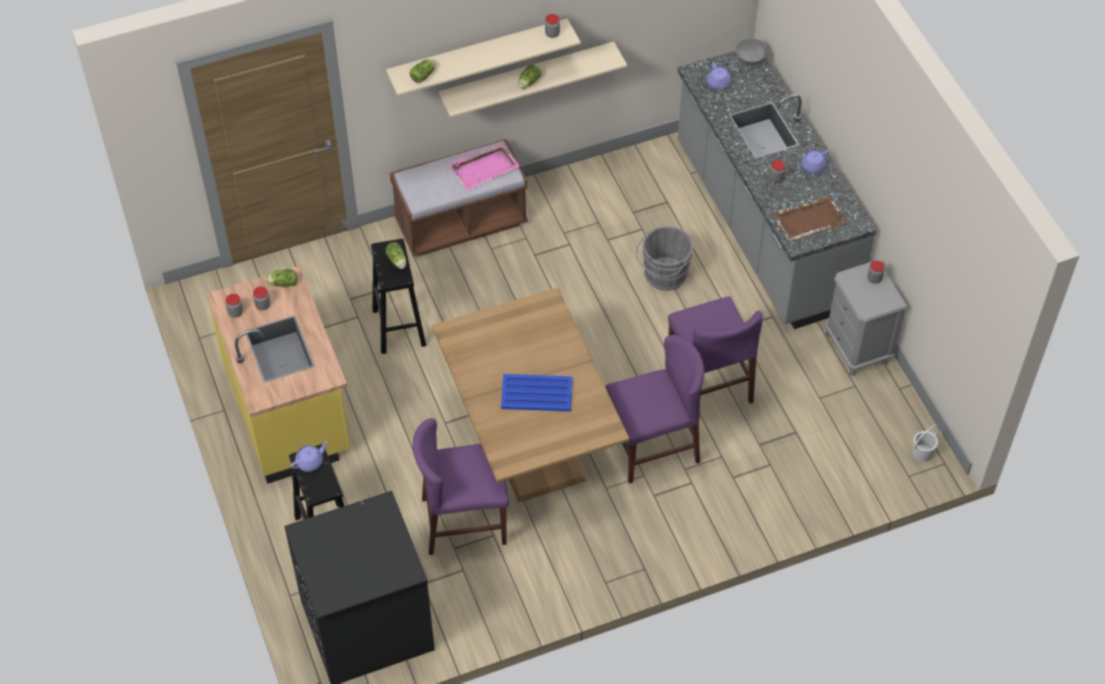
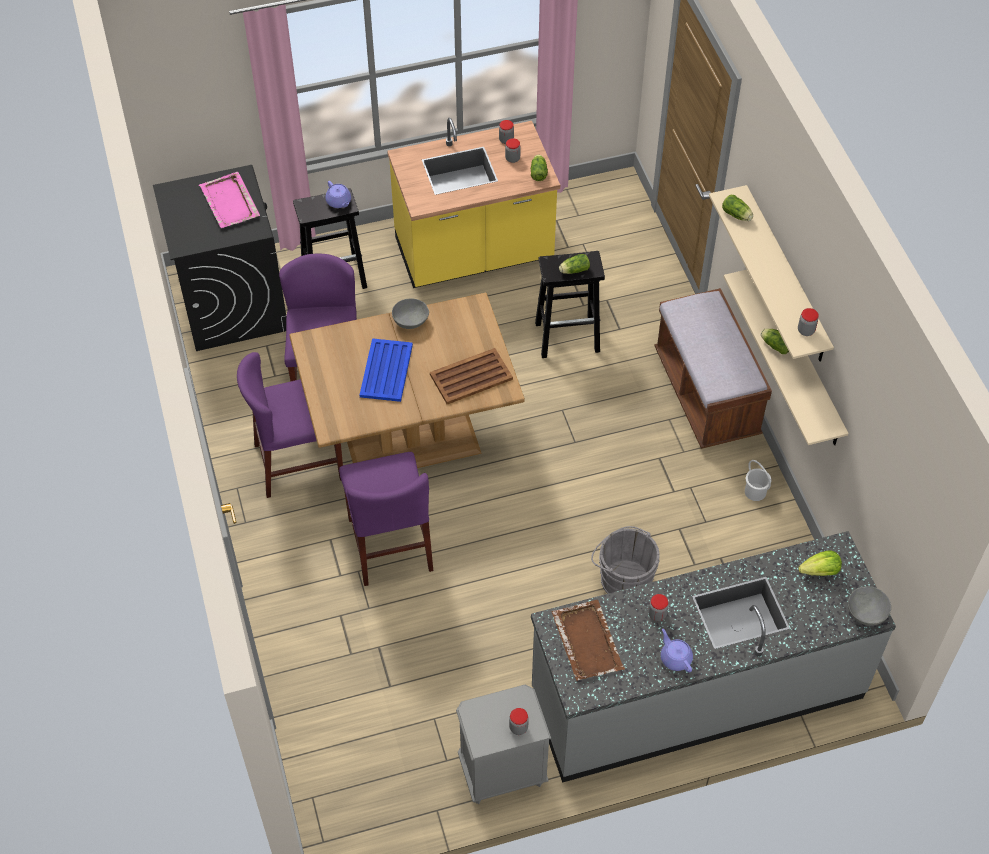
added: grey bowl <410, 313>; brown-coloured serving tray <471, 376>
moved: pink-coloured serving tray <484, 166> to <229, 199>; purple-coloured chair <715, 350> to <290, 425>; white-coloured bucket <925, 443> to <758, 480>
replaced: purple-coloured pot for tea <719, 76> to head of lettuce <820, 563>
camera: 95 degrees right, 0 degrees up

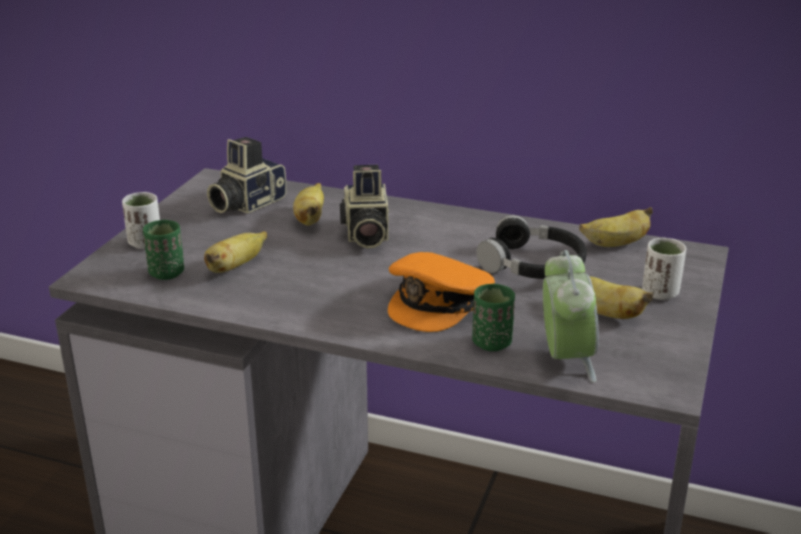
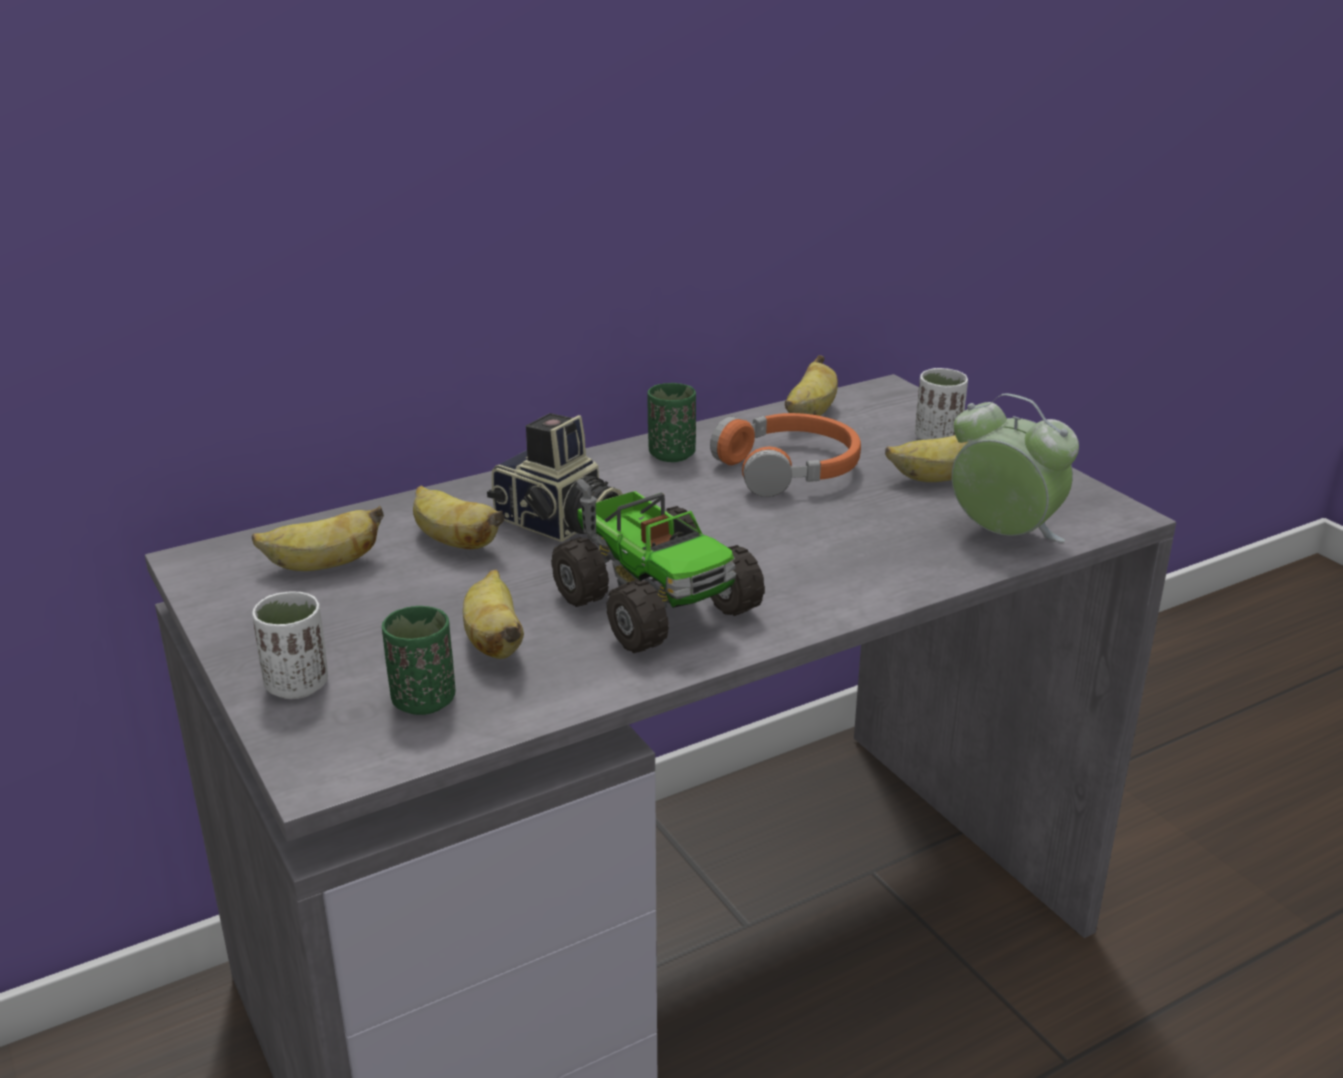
removed: orange-coloured baseball cap <441, 292>
added: toy lorry <658, 566>
moved: green-coloured drinking cup <493, 317> to <672, 422>
replaced: photo camera <246, 175> to banana <318, 538>
recoloured: black headphones <531, 247> to orange-coloured headphones <785, 455>
camera: 50 degrees left, 0 degrees up

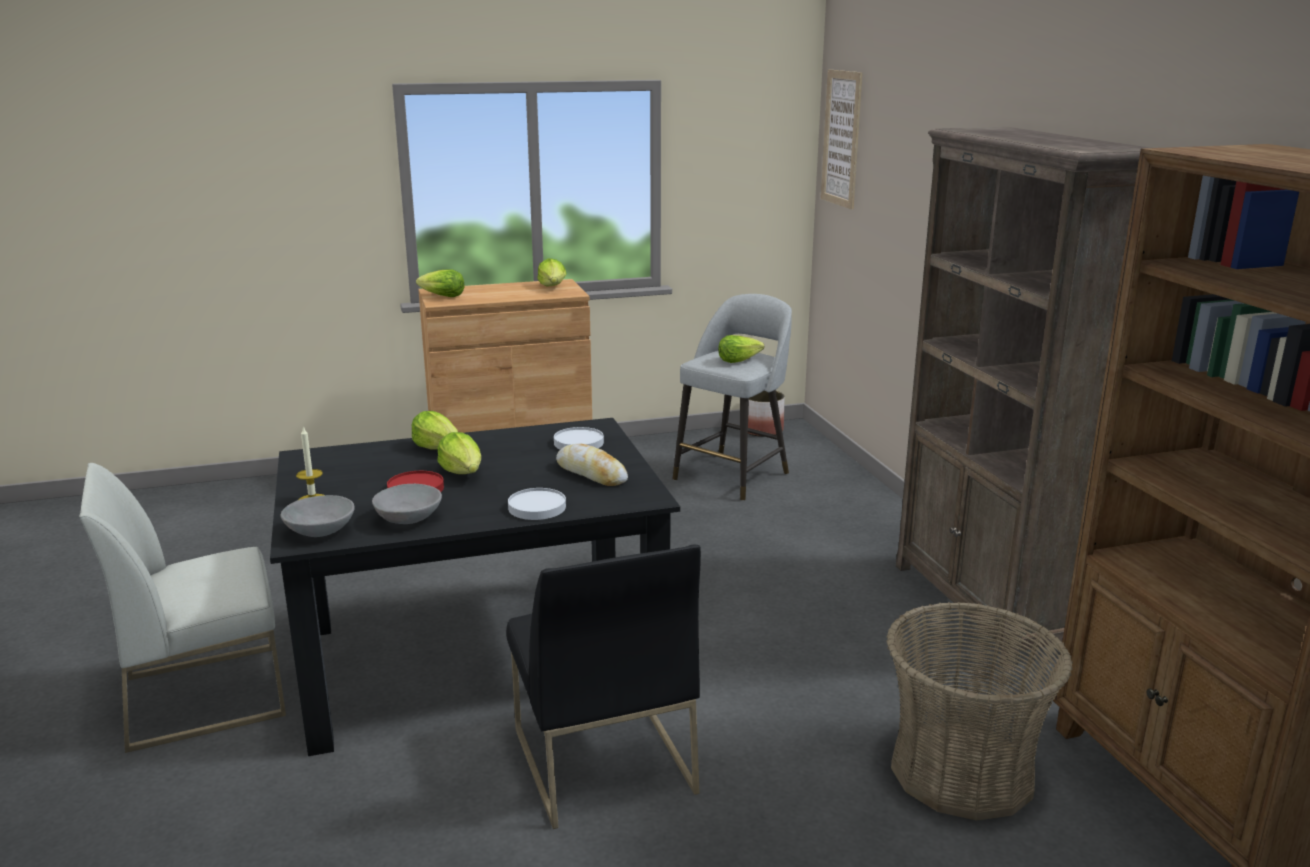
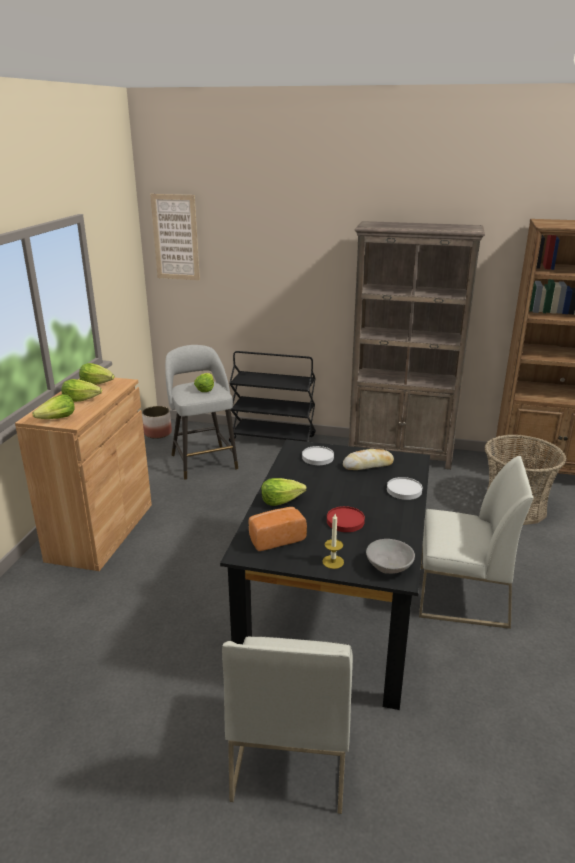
removed: grey bowl <407, 504>
added: black wheeled cart <272, 396>; baked bread <277, 529>
moved: head of lettuce <459, 453> to <82, 390>
recoloured: black chair <603, 687> to white-coloured chair <476, 542>
camera: 60 degrees left, 5 degrees up

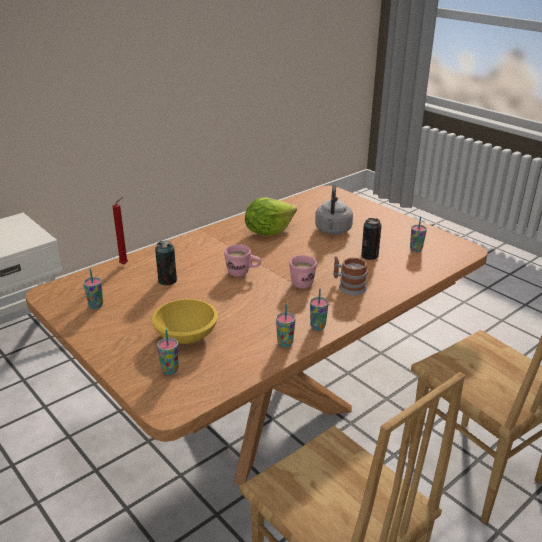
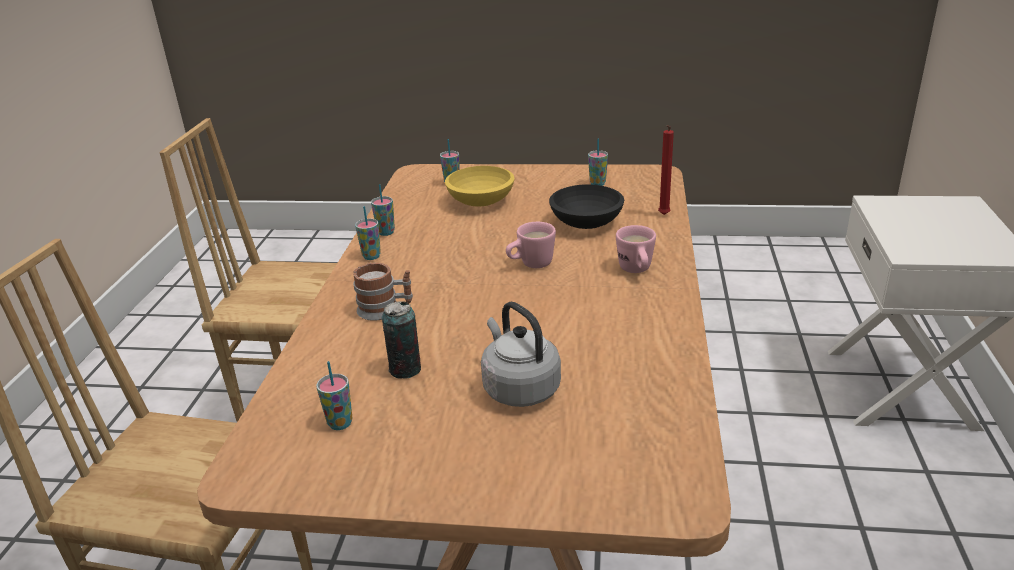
removed: head of lettuce <271, 216>
moved: pink-coloured mug <303, 272> to <636, 249>
replaced: sealed can <166, 262> to black bowl <586, 206>
camera: 140 degrees right, 0 degrees up

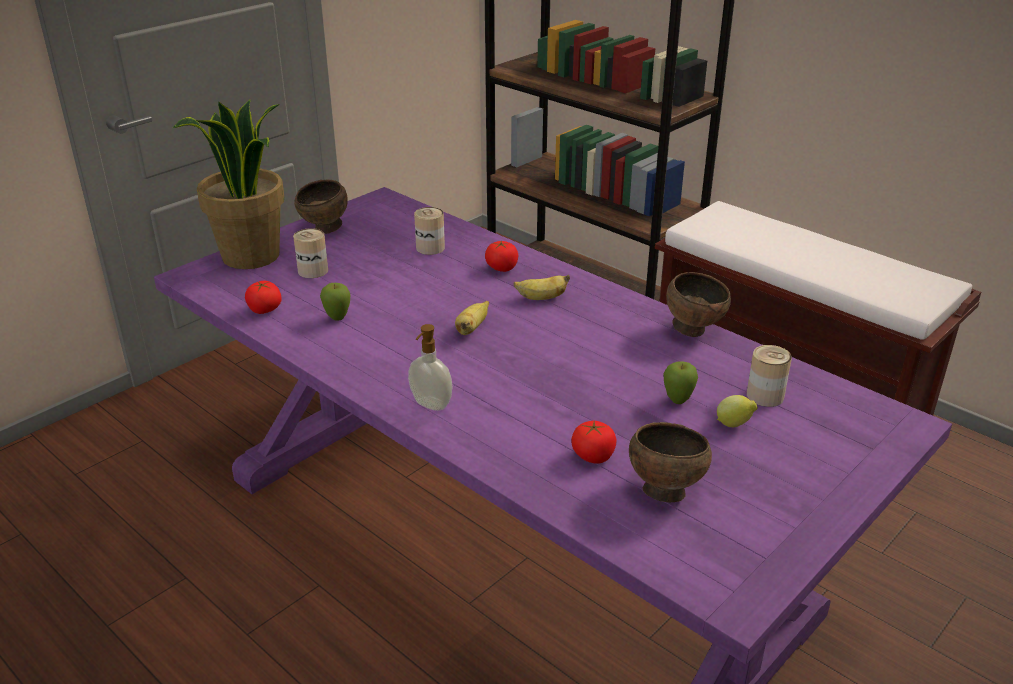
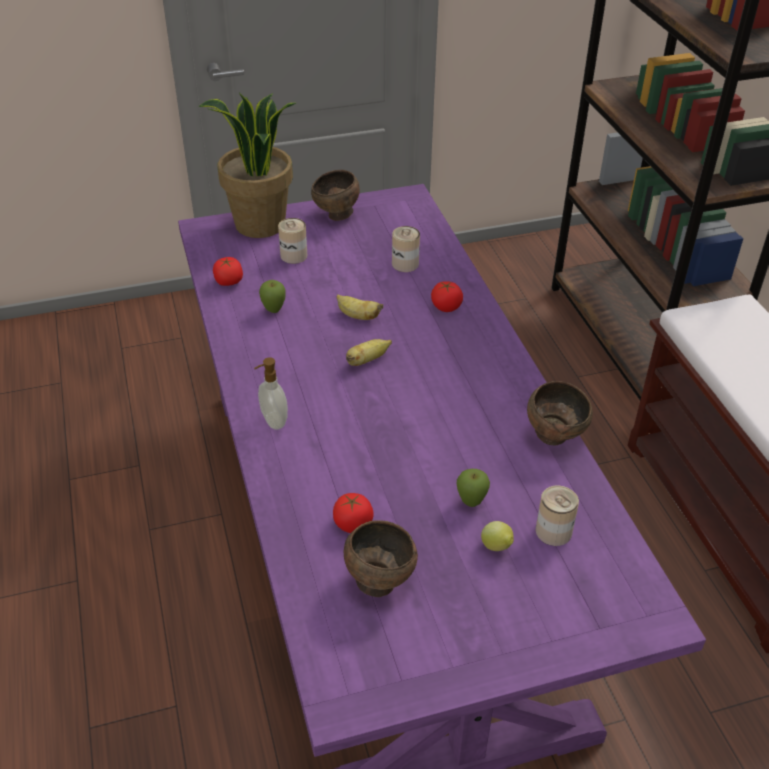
moved: banana <542, 287> to <360, 307>
camera: 30 degrees right, 10 degrees up

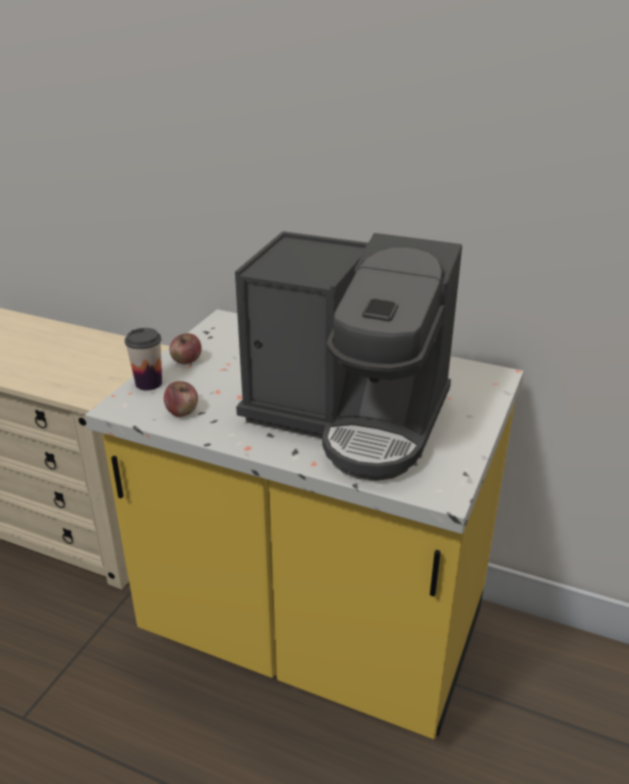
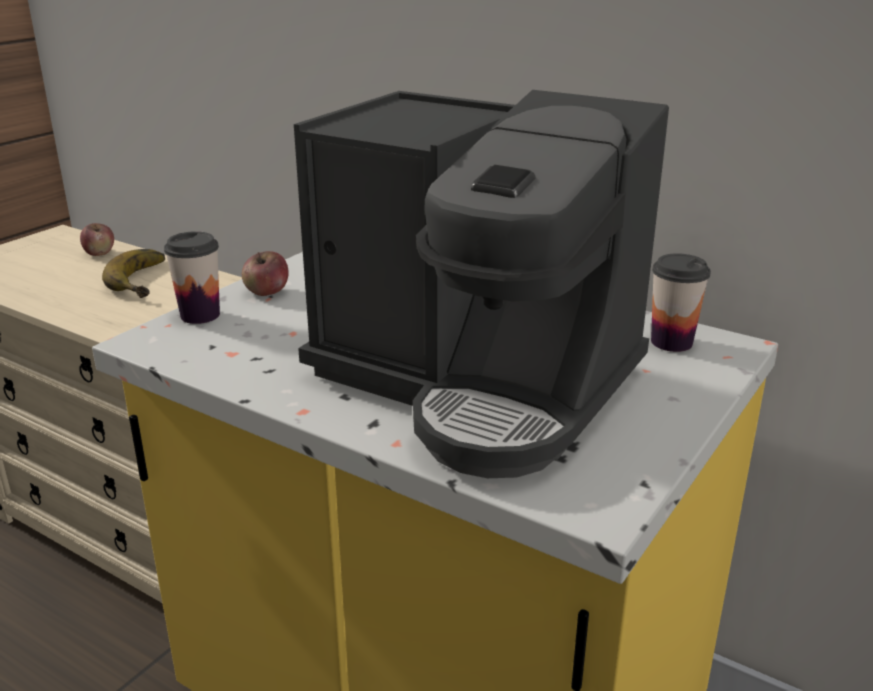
added: banana <133, 273>; drinking cup <681, 302>
moved: apple <181, 399> to <97, 239>
camera: 10 degrees right, 5 degrees down

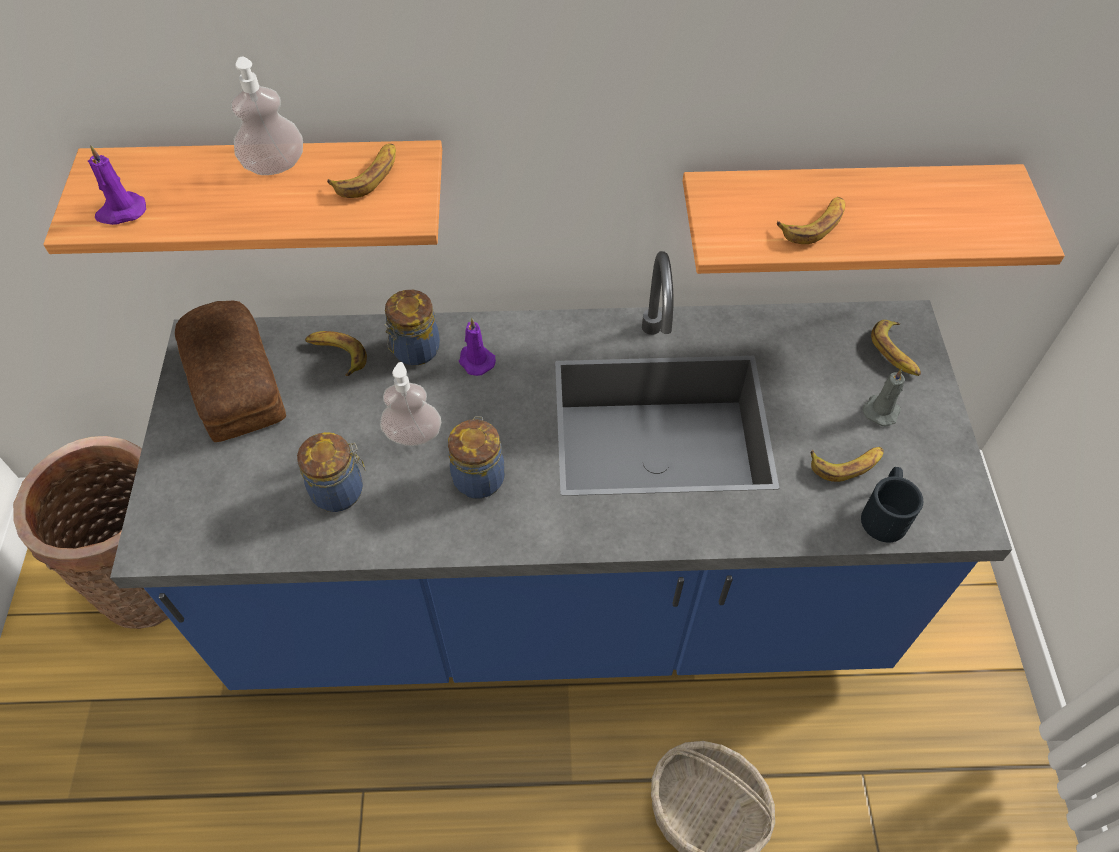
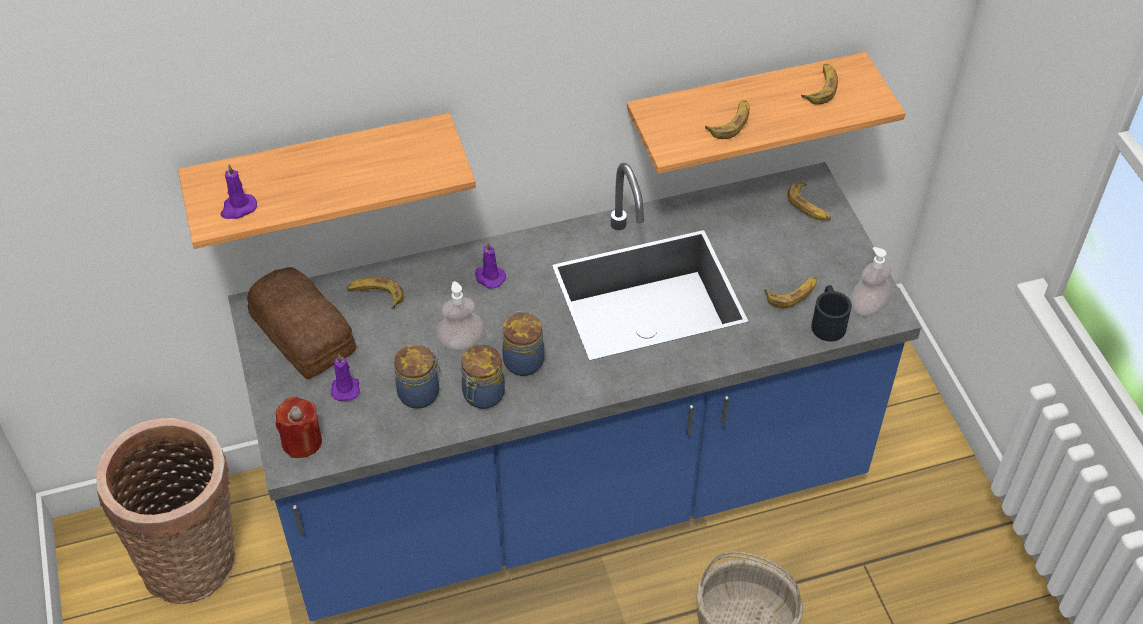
removed: grey wax candle <883, 397>
added: red-coloured wax candle <298, 427>; purple-coloured wax candle <345, 377>
moved: preserve jar <412, 327> to <483, 377>; banana <361, 171> to <819, 84>; liquid soap bottle <267, 115> to <870, 281>
camera: 15 degrees left, 5 degrees down

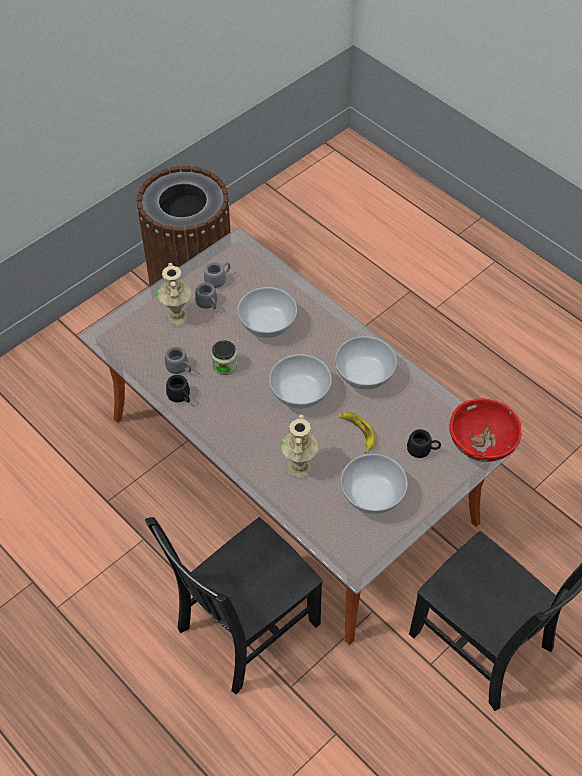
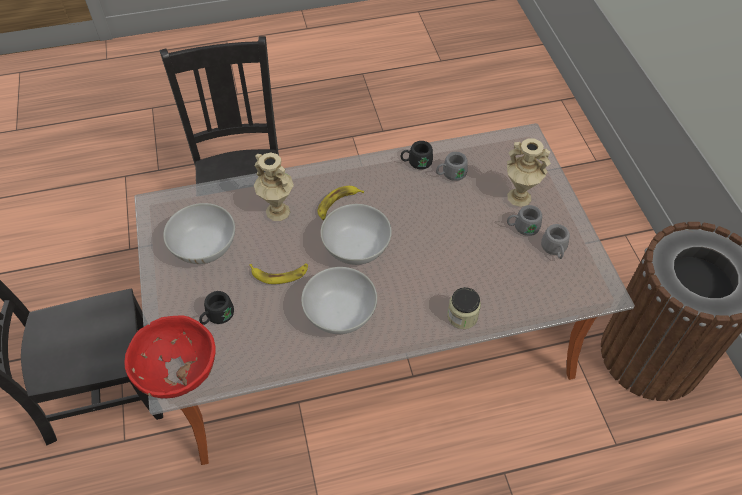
removed: white-coloured bowl <267, 312>
added: banana <341, 203>
moved: preserve jar <224, 357> to <464, 308>
camera: 120 degrees right, 0 degrees up

